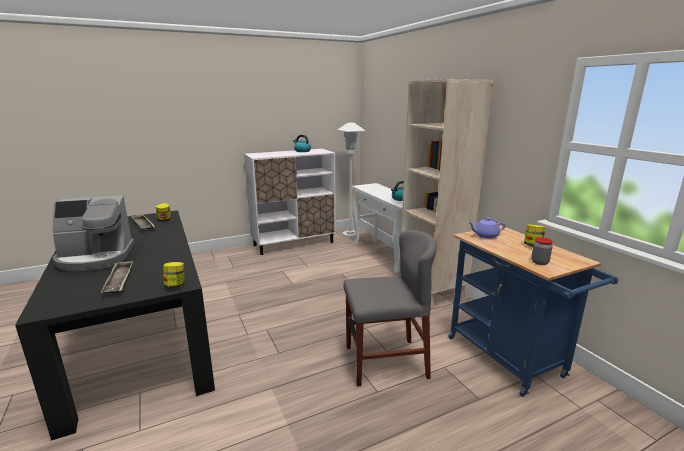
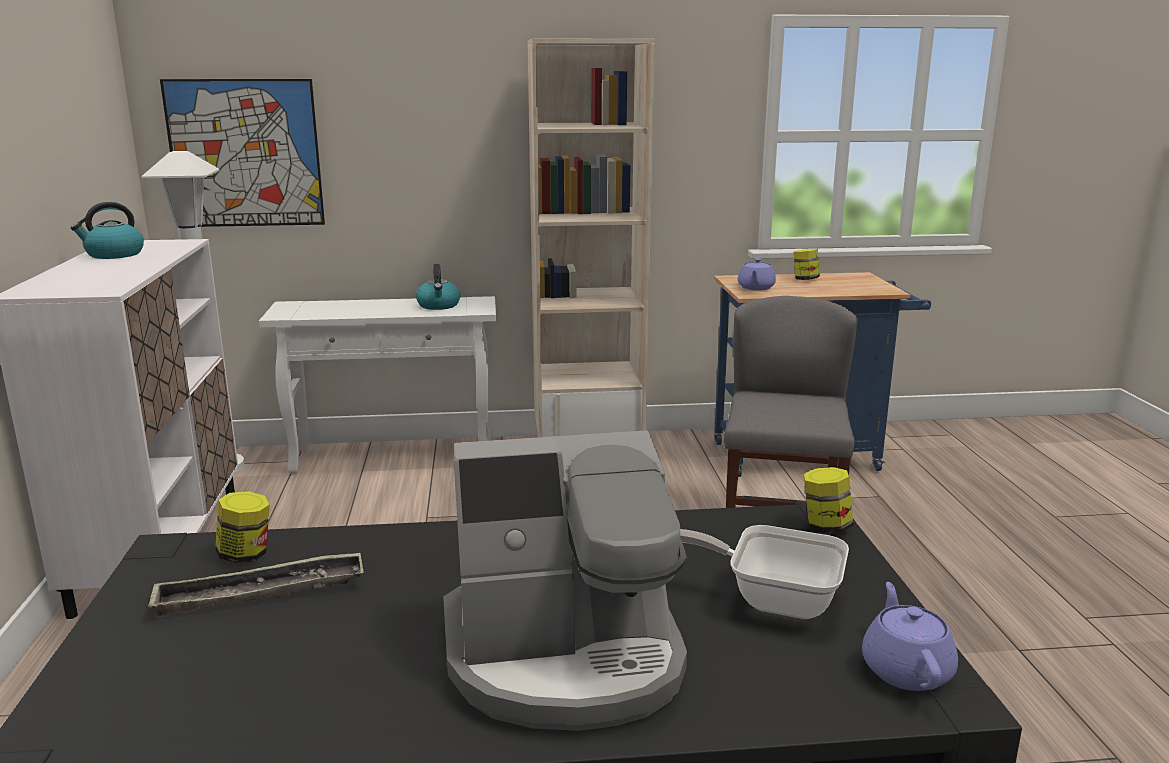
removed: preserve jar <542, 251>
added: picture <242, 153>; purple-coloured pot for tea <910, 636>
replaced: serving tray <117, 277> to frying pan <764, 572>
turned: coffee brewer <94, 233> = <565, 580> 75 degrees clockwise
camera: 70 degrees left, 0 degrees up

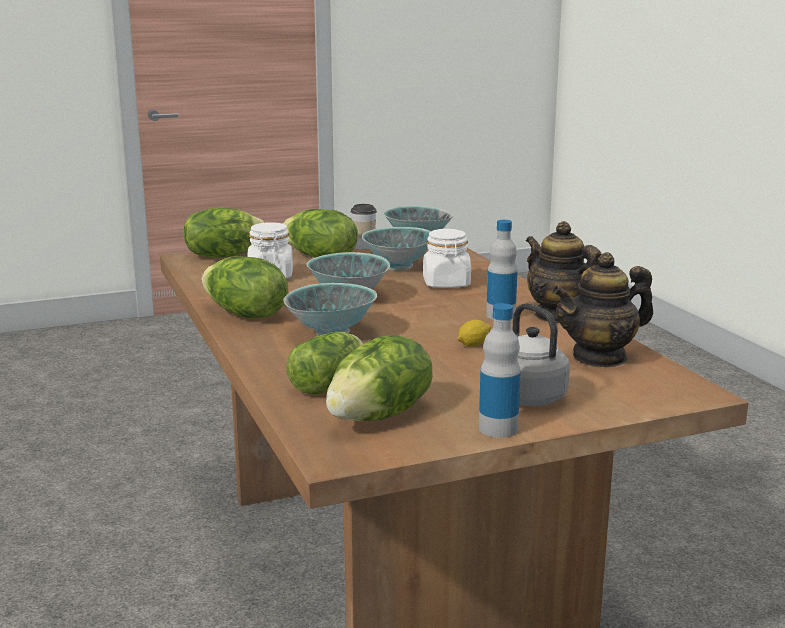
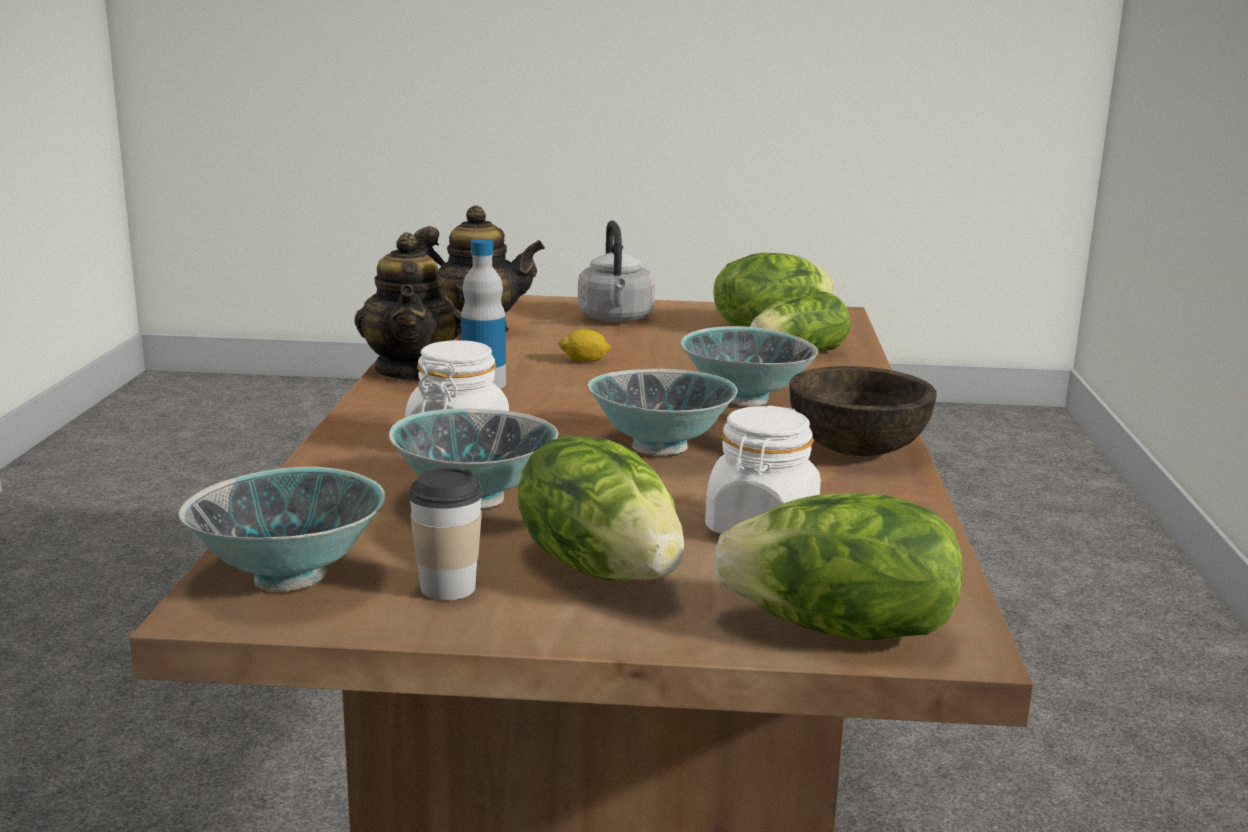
removed: drink bottle <500, 370>
replaced: head of lettuce <245, 287> to brown-coloured bowl <863, 411>
camera: 155 degrees left, 0 degrees up

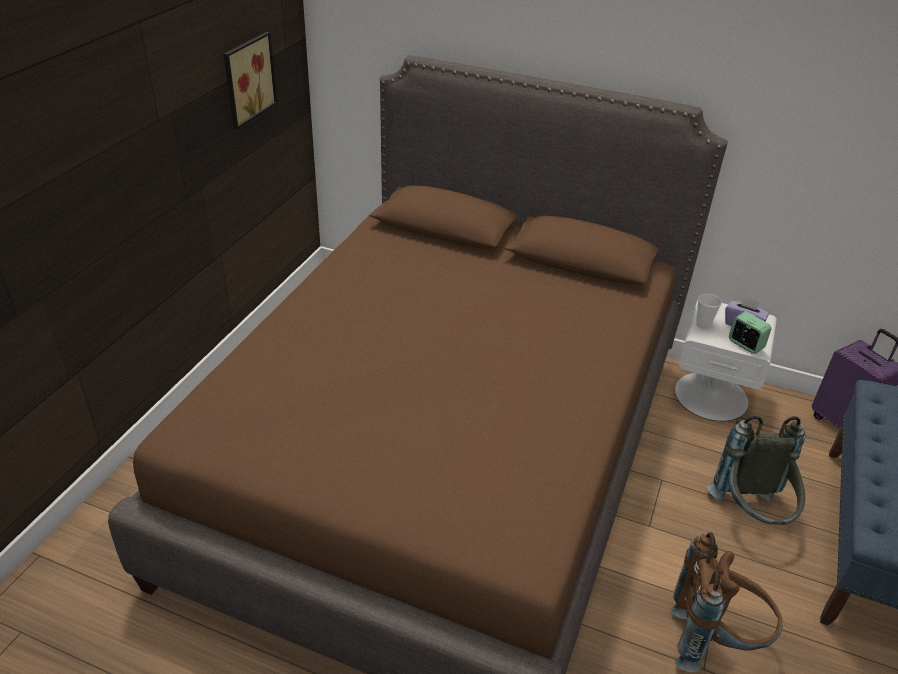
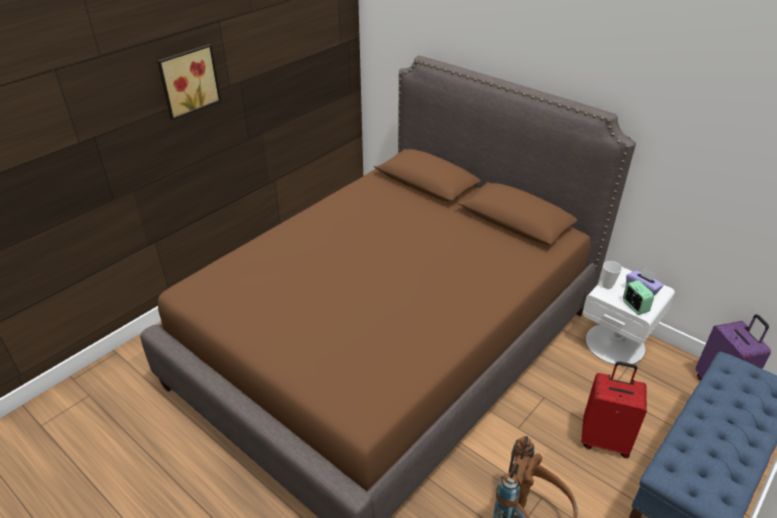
moved: picture <250, 80> to <189, 82>
replaced: grey knapsack <756, 470> to red-coloured suitcase <614, 409>
camera: 20 degrees right, 0 degrees up

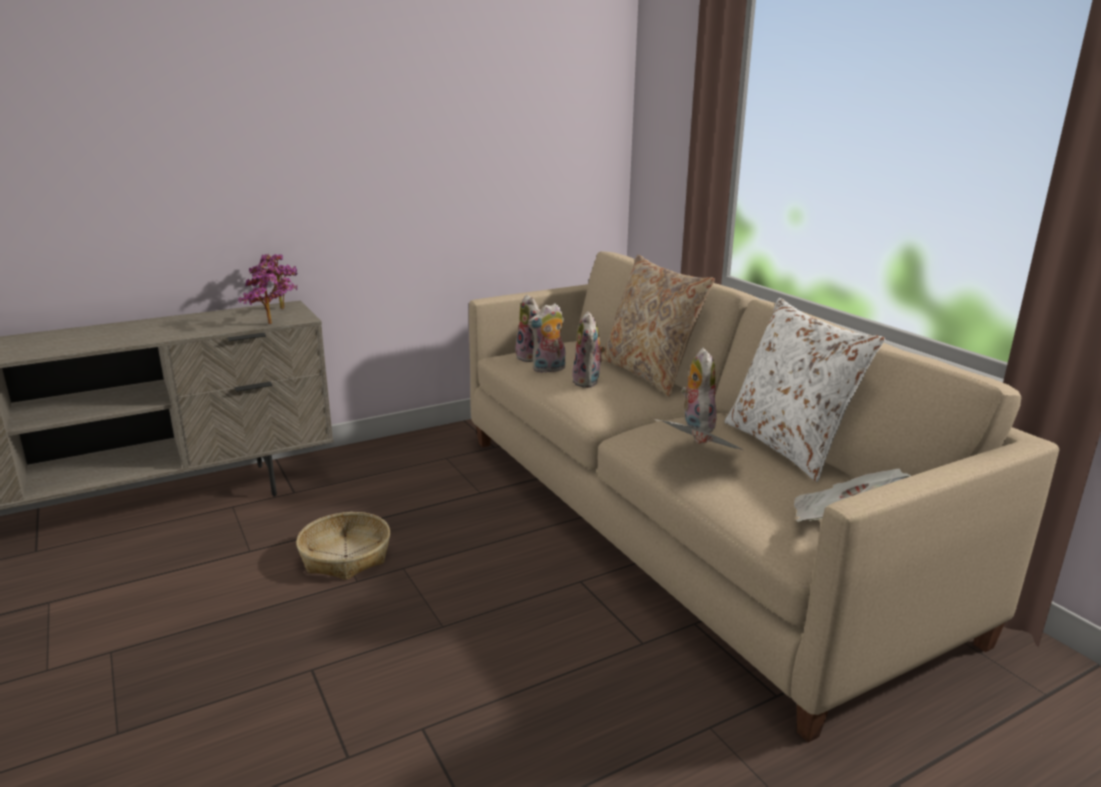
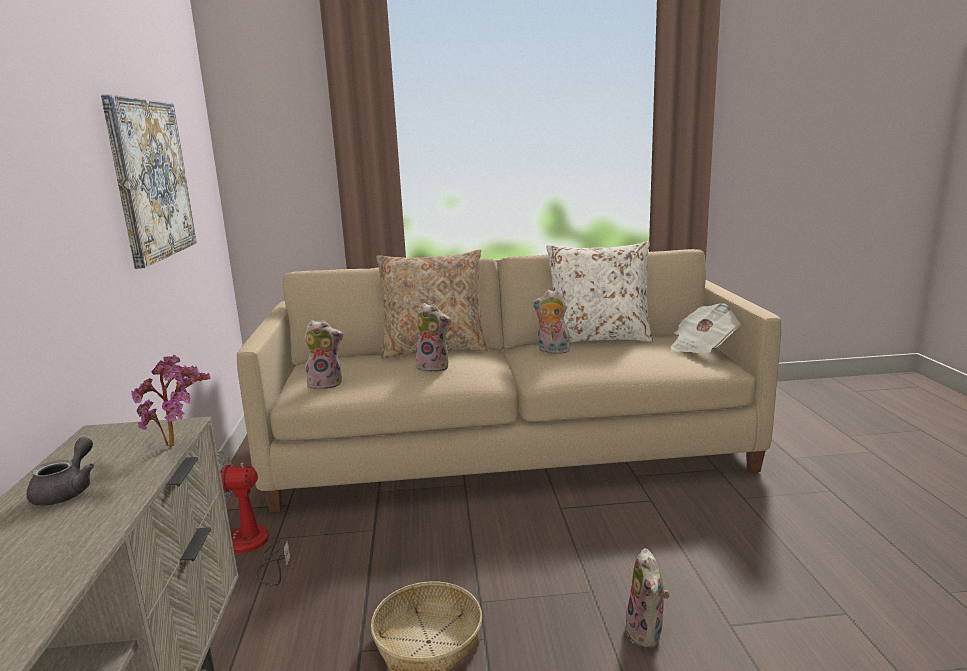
removed: houseplant <273, 281>; daily paper <699, 435>
added: grey pot for tea <60, 471>; picture <149, 182>; electric fan <253, 518>
moved: soft toy <546, 338> to <647, 598>
camera: 65 degrees left, 5 degrees down

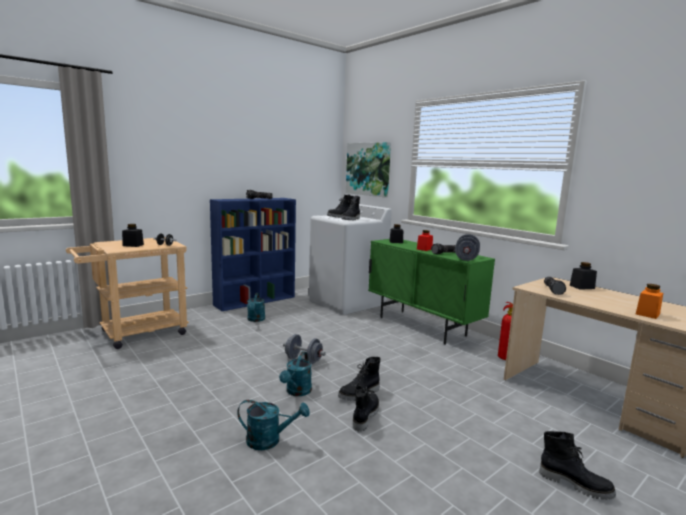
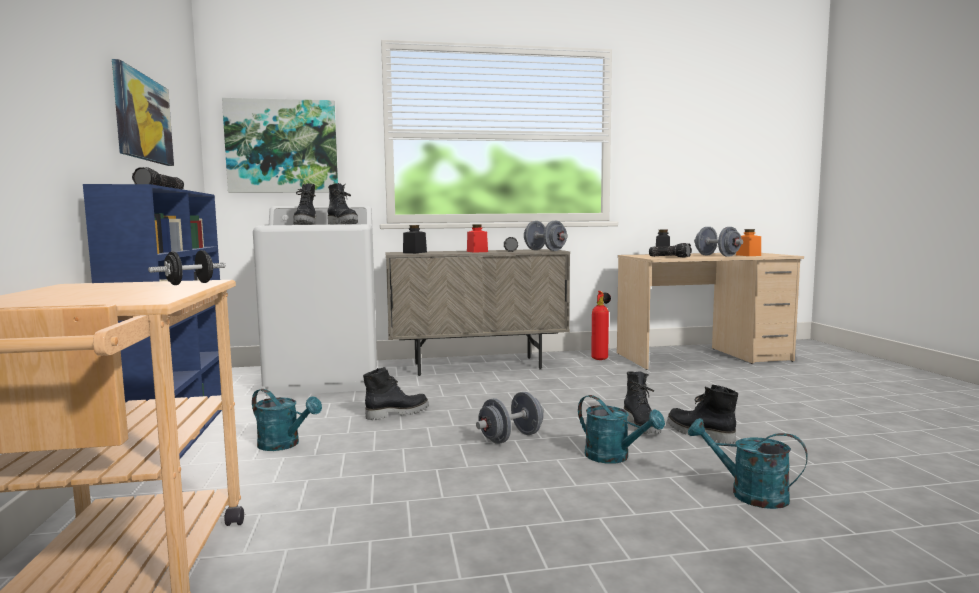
removed: black preserve jar <133, 235>
added: picture <143, 112>; grey dumbbell <718, 242>
moved: black boot <577, 465> to <396, 393>
recoloured: green-coloured cupboard <431, 292> to sand-coloured cupboard <478, 312>
turned: blue-green watering pot <273, 425> = <748, 463> 90 degrees counterclockwise
camera: 60 degrees left, 5 degrees down

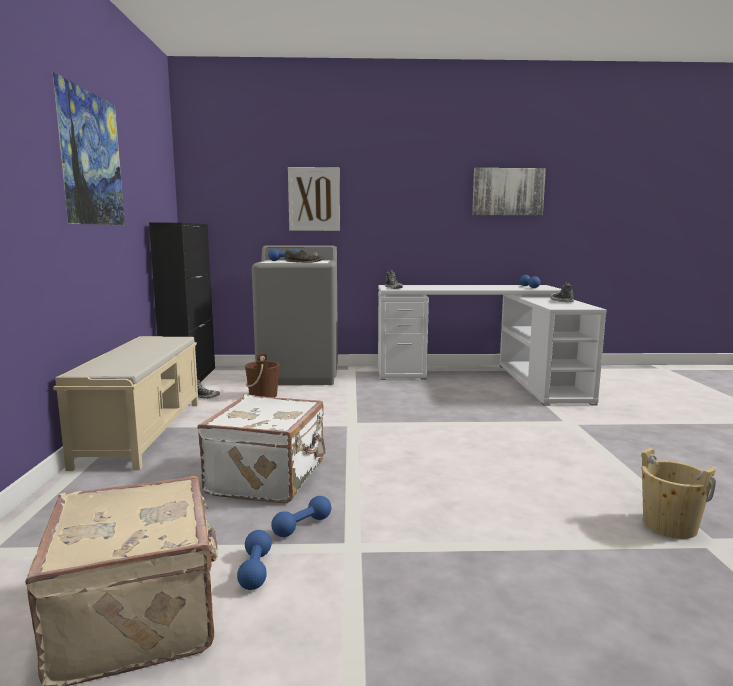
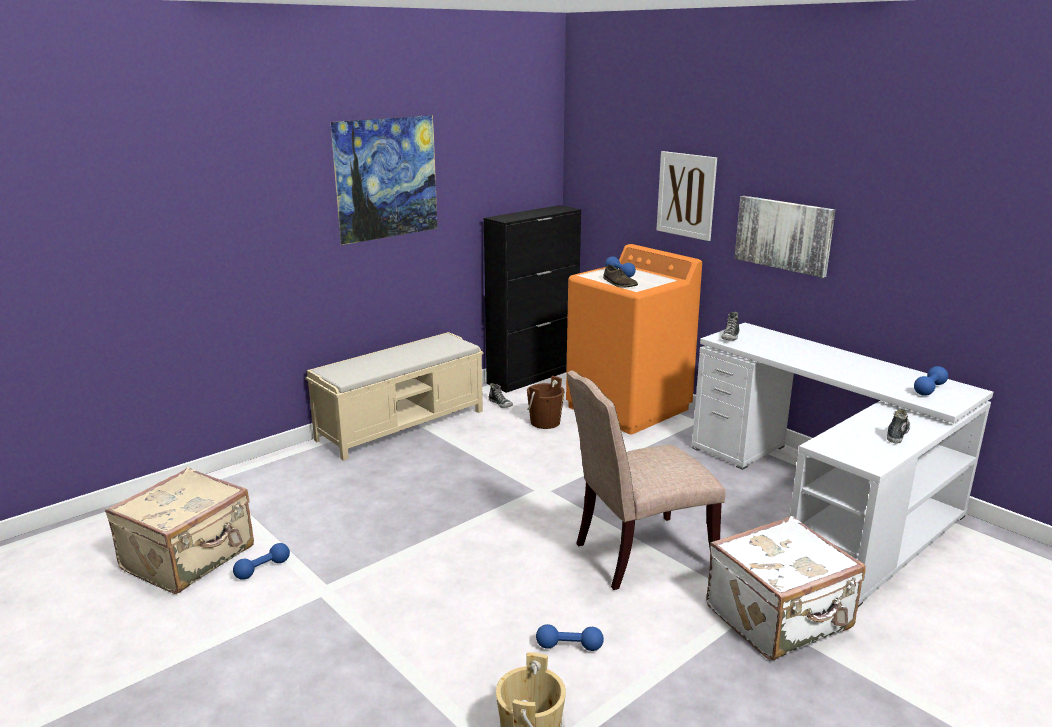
added: sand-coloured chair <646, 480>
moved: bluish dumbbell <301, 516> to <570, 637>; white-coloured suitcase <261, 449> to <786, 588>; picture <509, 192> to <784, 237>
recoloured: grey washing machine <295, 315> to orange-coloured washing machine <634, 339>
camera: 50 degrees right, 10 degrees up

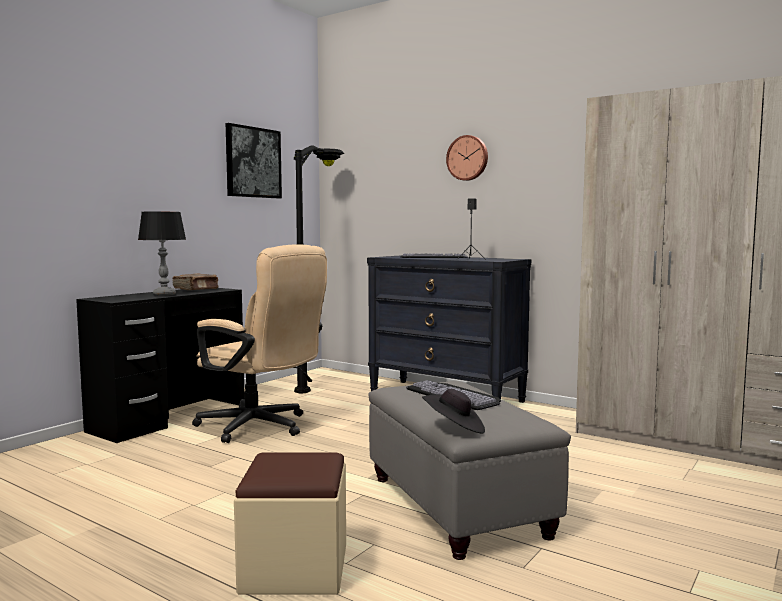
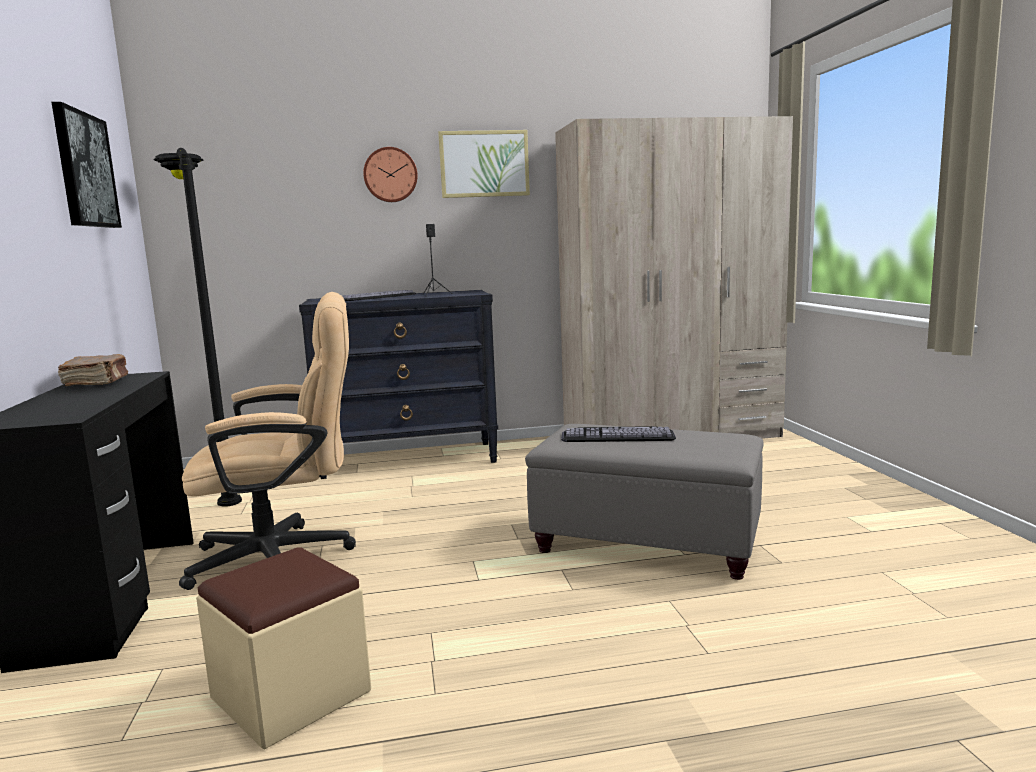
removed: table lamp <162, 253>; black hat <453, 411>
added: picture <484, 164>
moved: sand-coloured ottoman <290, 523> to <283, 648>
camera: 45 degrees left, 5 degrees up

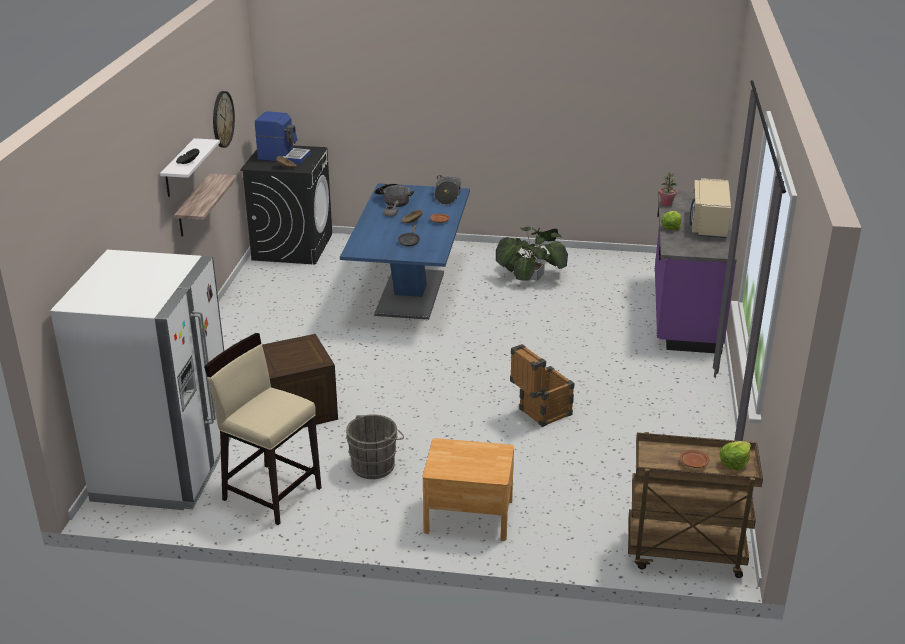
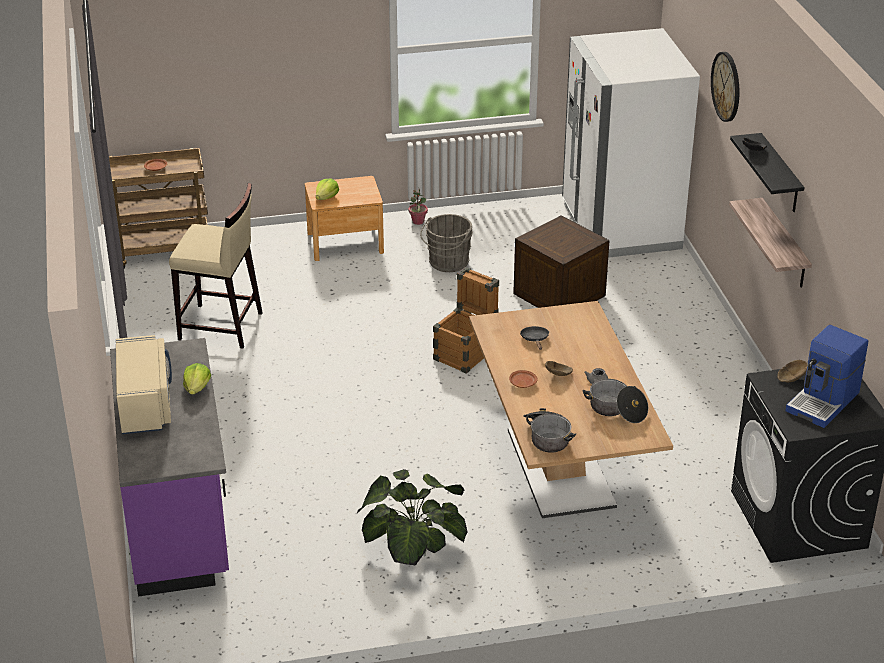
moved: sand-coloured stool <262, 429> to <216, 265>; head of lettuce <735, 455> to <327, 189>; houseplant <668, 189> to <418, 207>; crate <542, 385> to <466, 320>; clock on the wall <224, 119> to <725, 87>
recoloured: bluish dining table <405, 251> to brown-coloured dining table <571, 409>; white-coloured bracket shelf <190, 167> to black bracket shelf <767, 172>
turned: coffee brewer <283, 137> = <827, 376> 45 degrees counterclockwise
camera: 160 degrees right, 5 degrees up

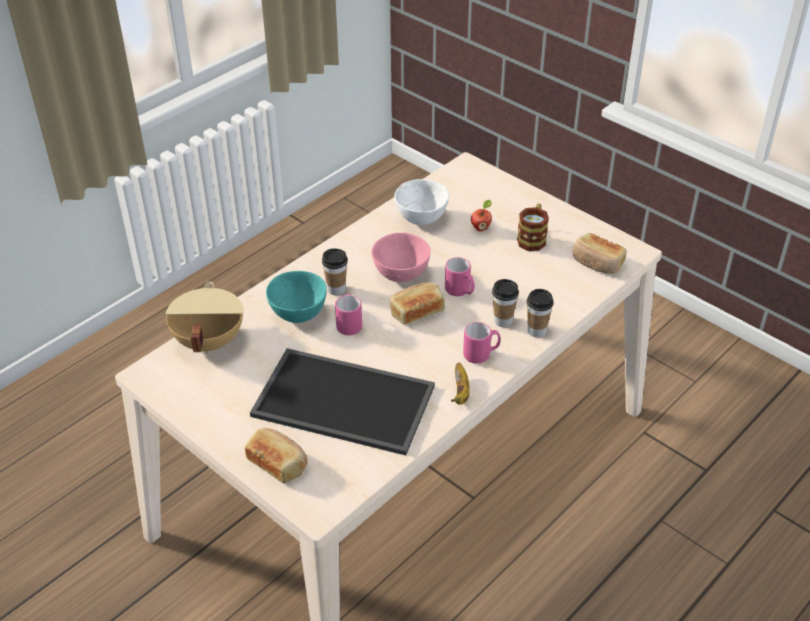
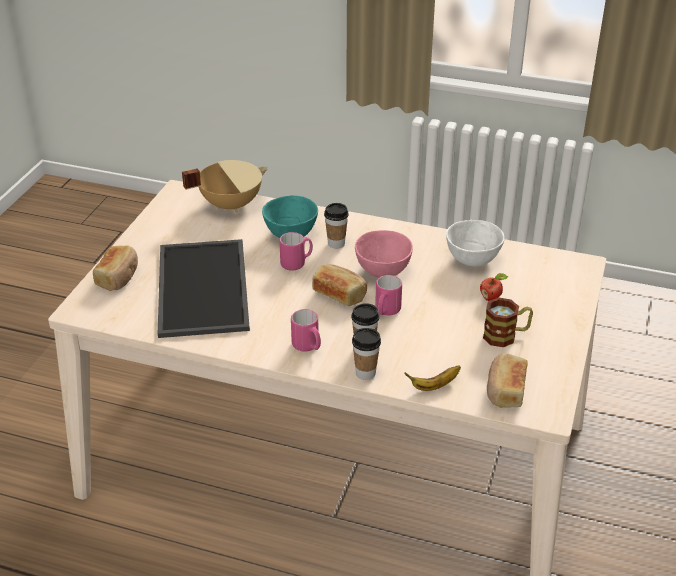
moved: banana <460, 383> to <433, 378>
camera: 65 degrees right, 5 degrees down

